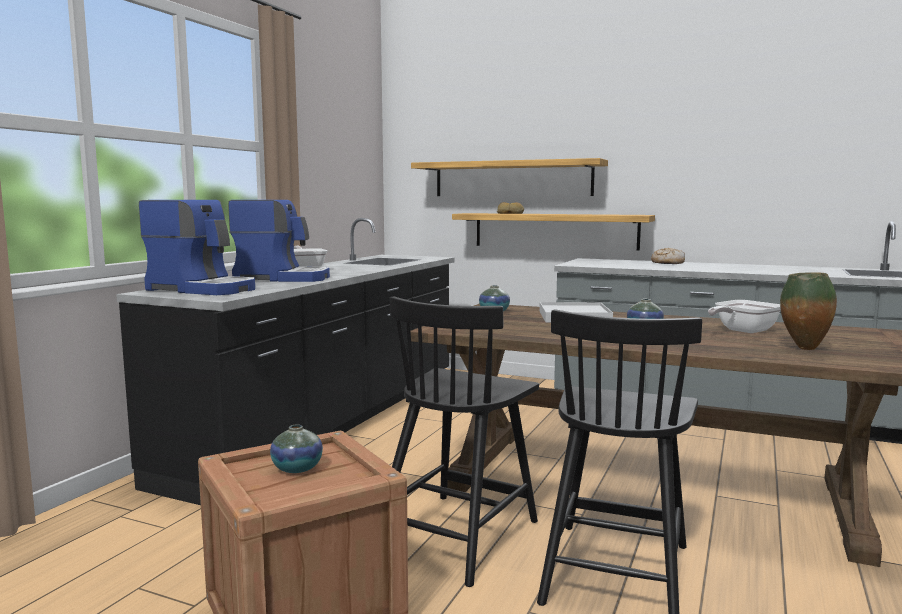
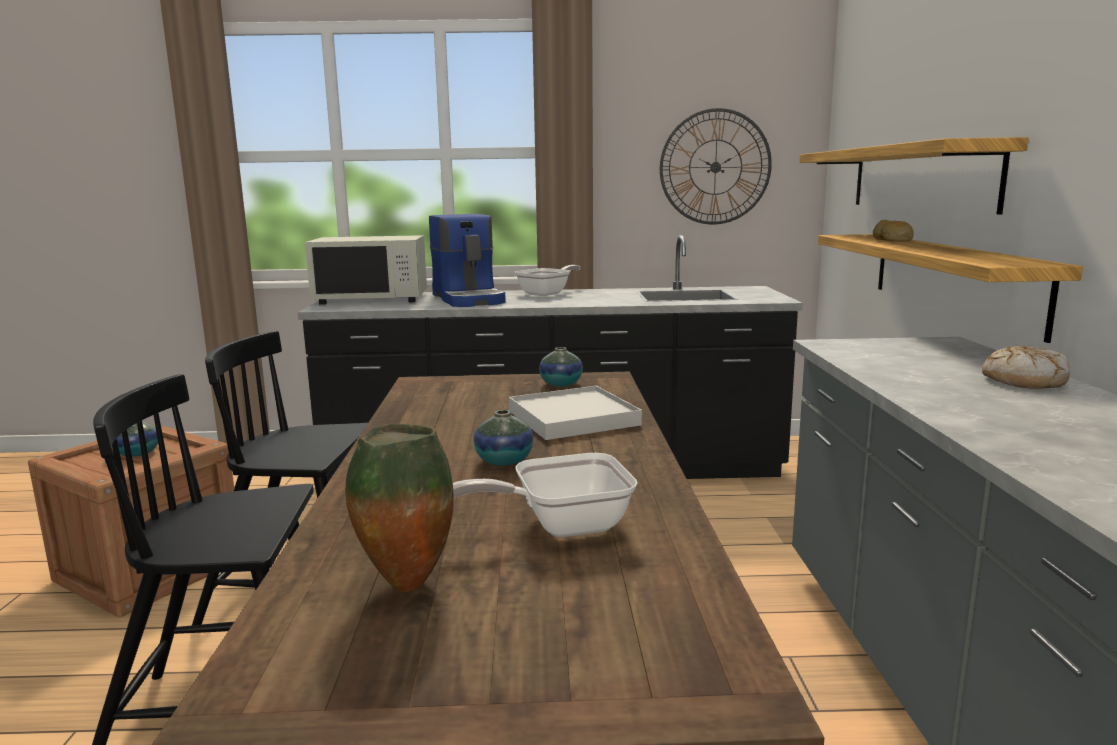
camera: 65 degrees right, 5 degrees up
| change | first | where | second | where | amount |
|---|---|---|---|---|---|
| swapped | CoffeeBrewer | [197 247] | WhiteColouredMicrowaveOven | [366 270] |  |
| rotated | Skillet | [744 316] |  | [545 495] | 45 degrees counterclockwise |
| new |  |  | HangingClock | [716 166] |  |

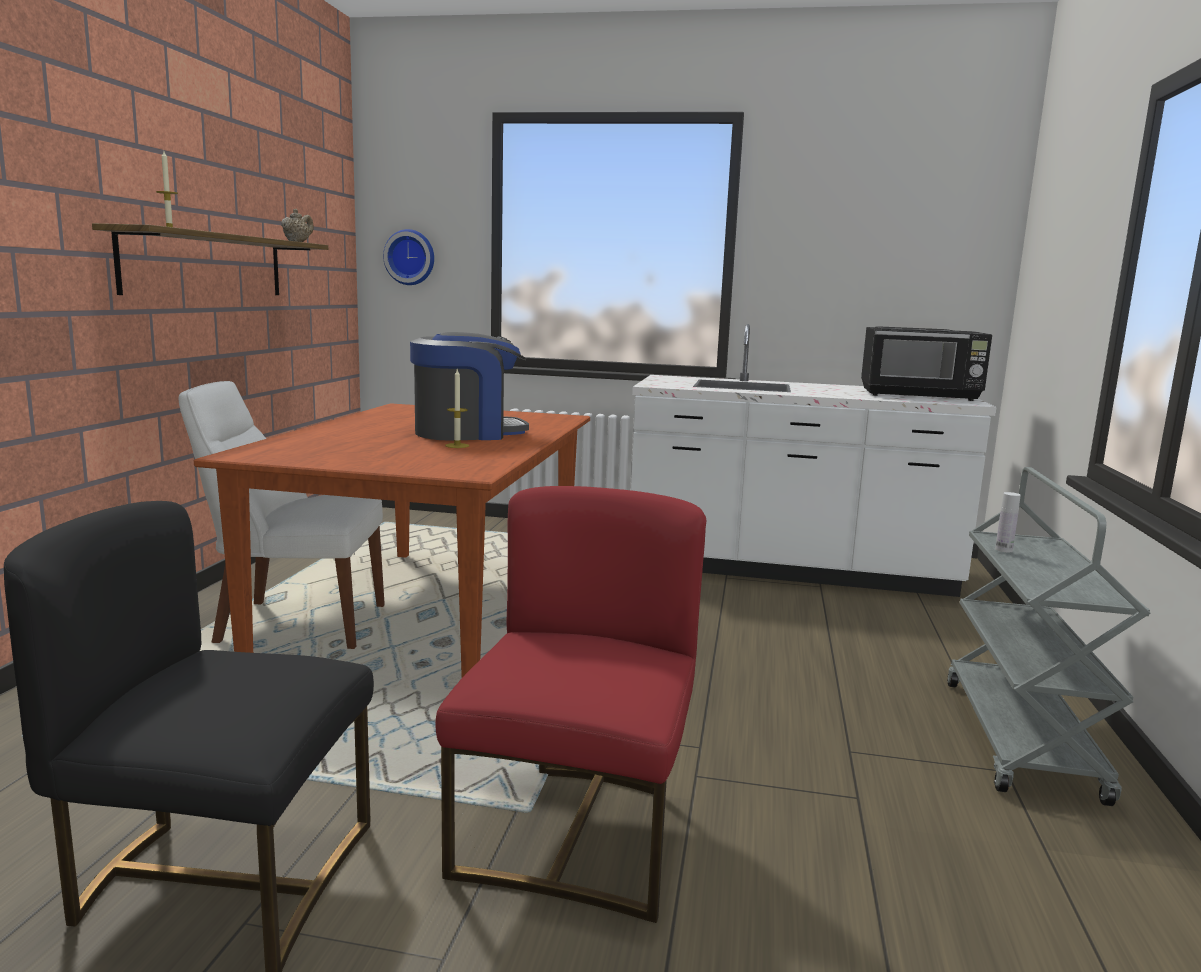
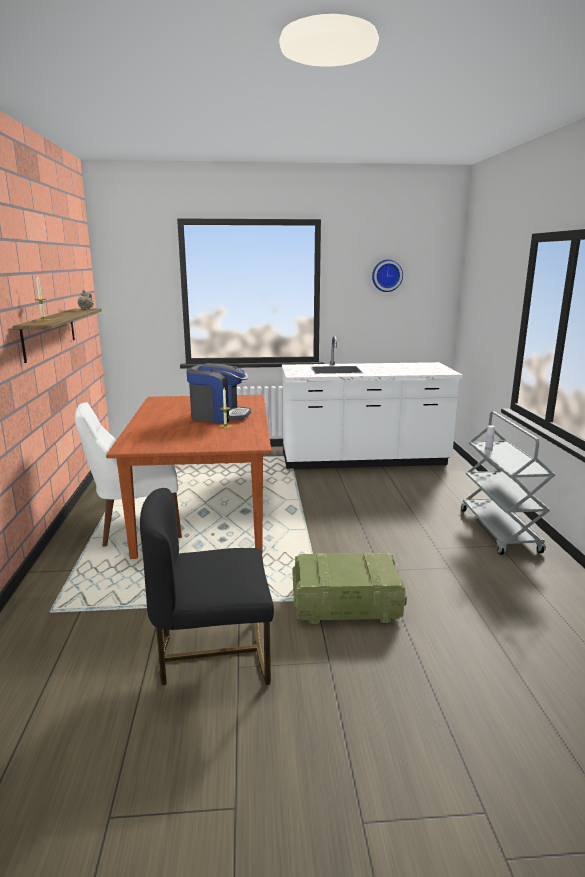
camera: 15 degrees left, 5 degrees up
| change | first | where | second | where | amount |
|---|---|---|---|---|---|
| rotated | CoffeeBrewer | [469 386] |  | [218 393] | 45 degrees clockwise |
| swapped | RedColouredPlainChair | [571 704] | ShippingCrate | [350 588] |  |
| shifted | HangingClock | [408 257] |  | [387 275] |  |
| gone | BlackMicrowaveOven | [926 363] |  |  |  |

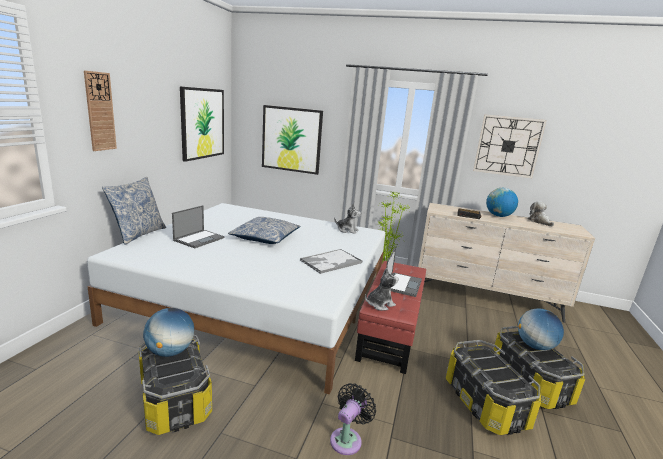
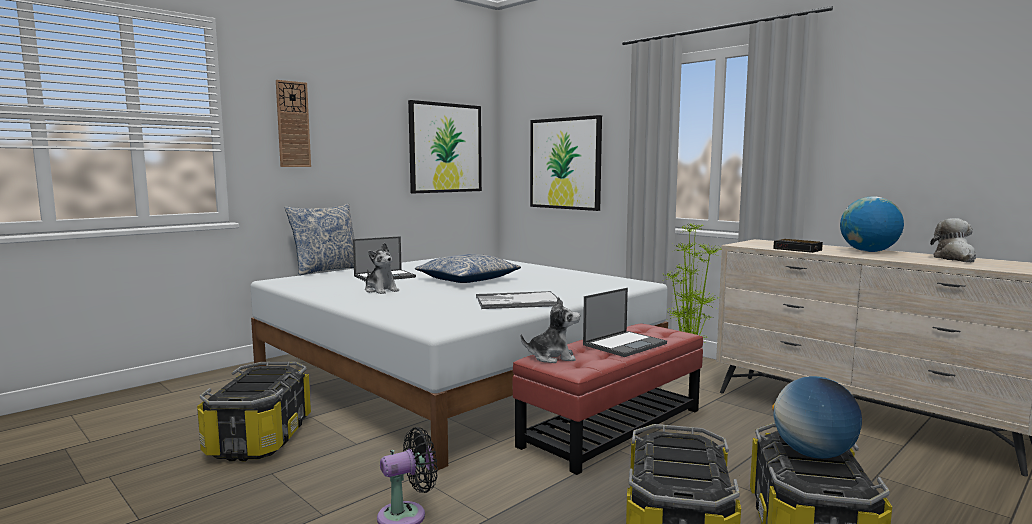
camera: 30 degrees right, 10 degrees down
| change | first | where | second | where | amount |
|---|---|---|---|---|---|
| shifted | PlushToy | [347 219] |  | [382 268] |  |
| gone | DeskGlobe | [168 332] |  |  |  |
| gone | HangingClock | [510 146] |  |  |  |

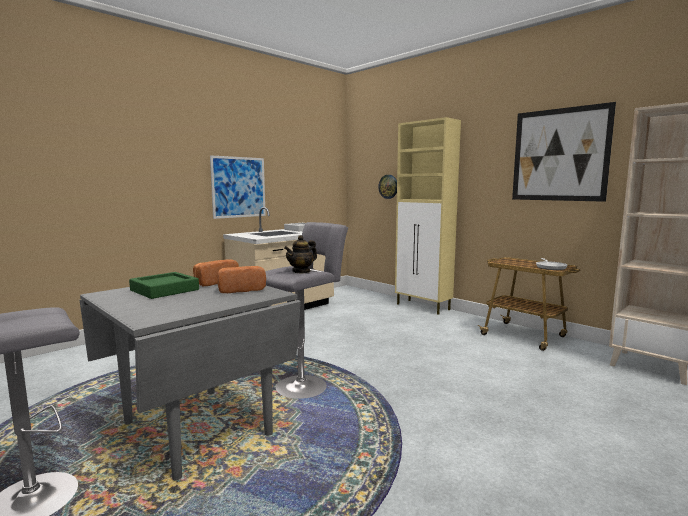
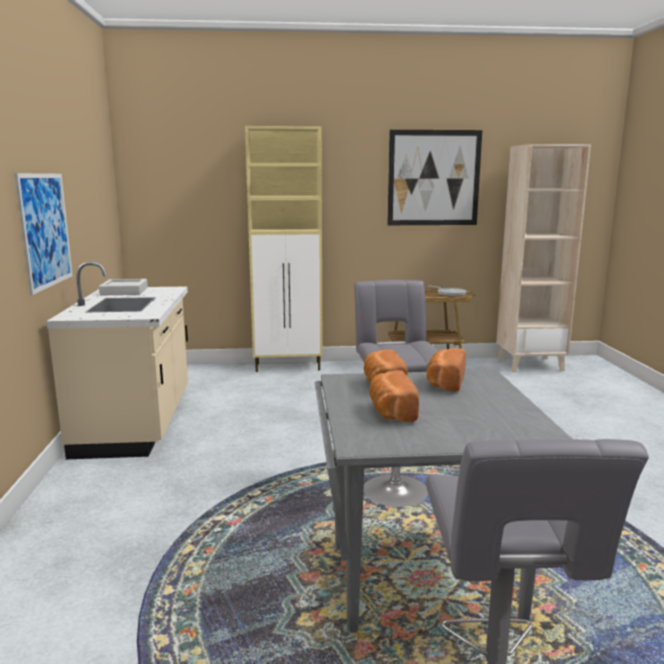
camera: 50 degrees left, 5 degrees up
| change | first | where | second | where | amount |
|---|---|---|---|---|---|
| swapped | GreenColouredCarryingTray | [164 285] | BakeryBread | [394 396] |  |
| gone | Teapot | [300 254] |  |  |  |
| gone | HangingClock | [387 187] |  |  |  |

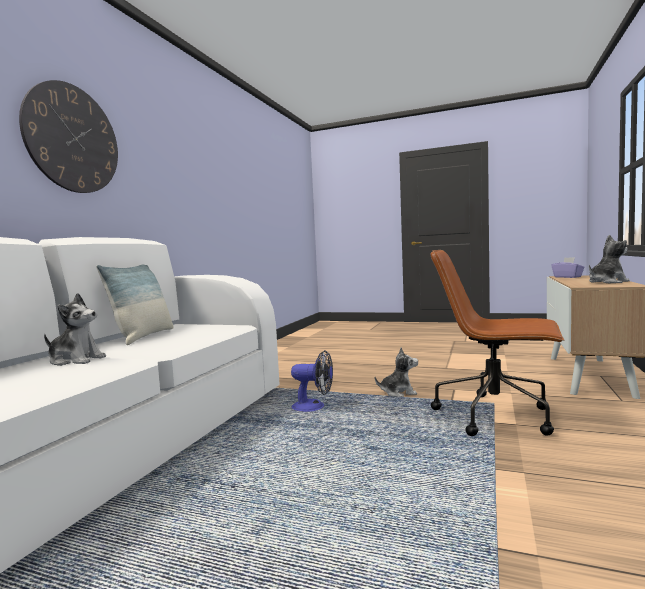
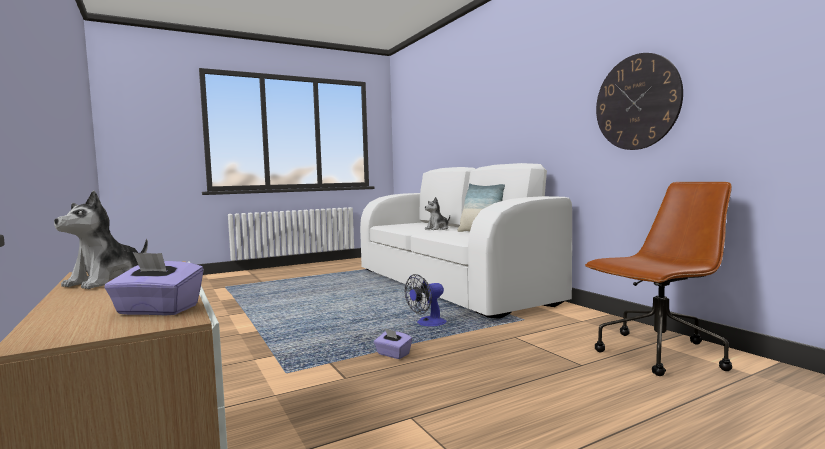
camera: 130 degrees right, 0 degrees up
| change | first | where | second | where | amount |
|---|---|---|---|---|---|
| swapped | PlushToy | [396 372] | PurplishBoxOfTissues | [393 344] |  |
| shifted | BrownDeskChair | [497 343] |  | [658 279] |  |
| shifted | HangingClock | [68 136] |  | [639 101] |  |

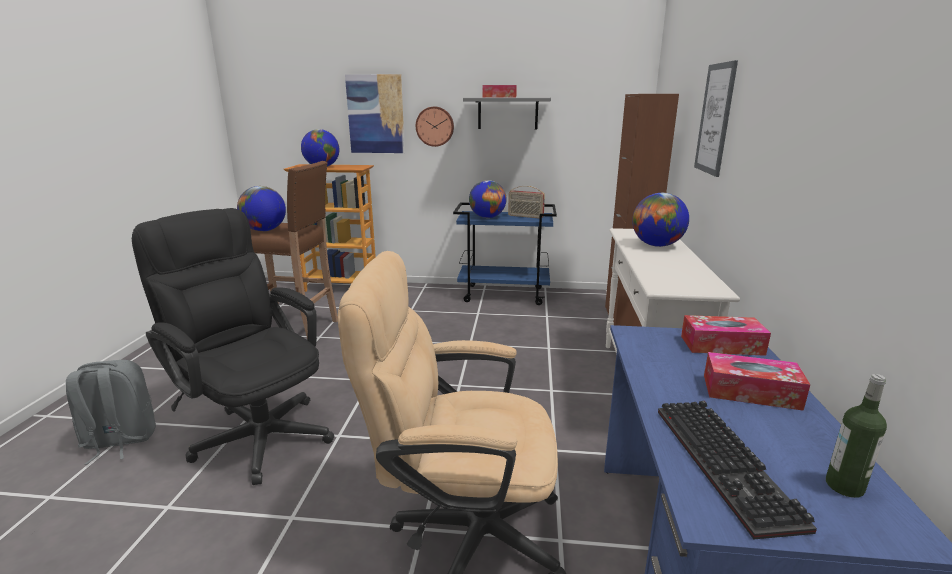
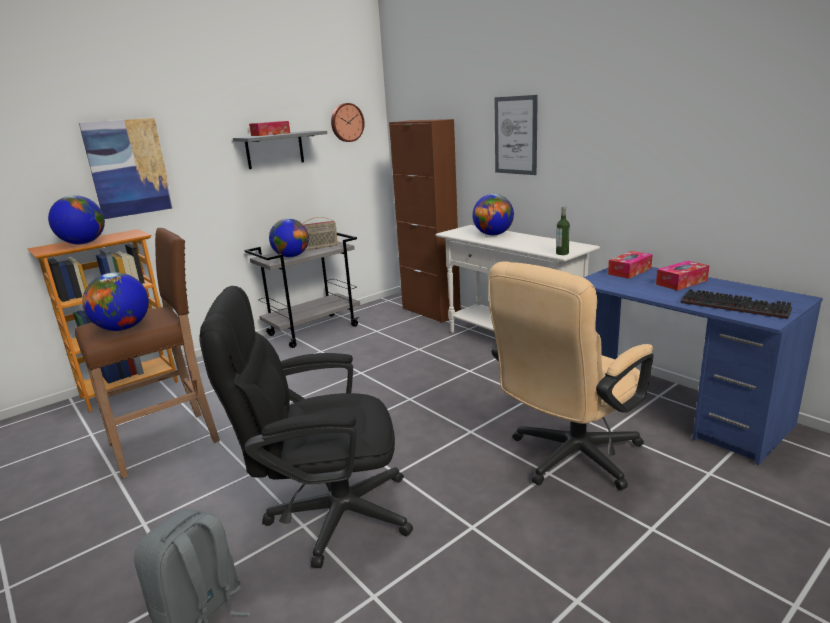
camera: 45 degrees left, 0 degrees up
| change | first | where | second | where | amount |
|---|---|---|---|---|---|
| repainted | BluishWheeledCart | [505 253] | GreyWheeledCart | [302 290] |  |
| shifted | HangingClock | [435 127] |  | [348 122] |  |
| shifted | BeverageBottle | [856 436] |  | [563 230] |  |

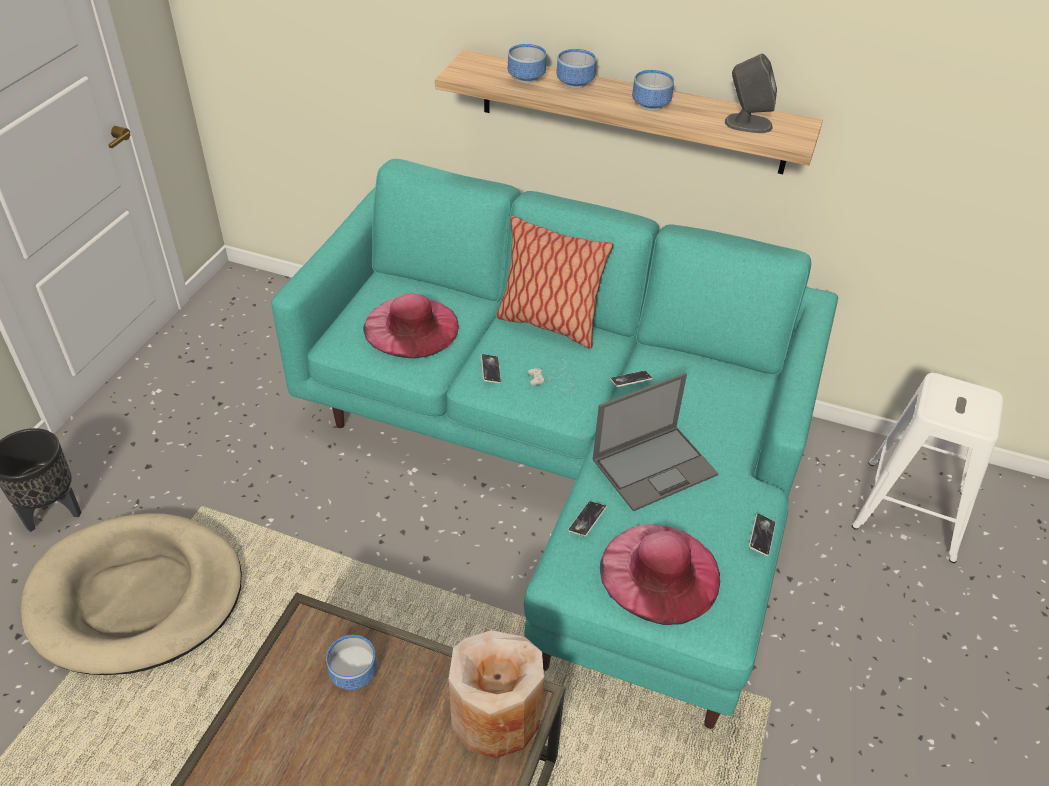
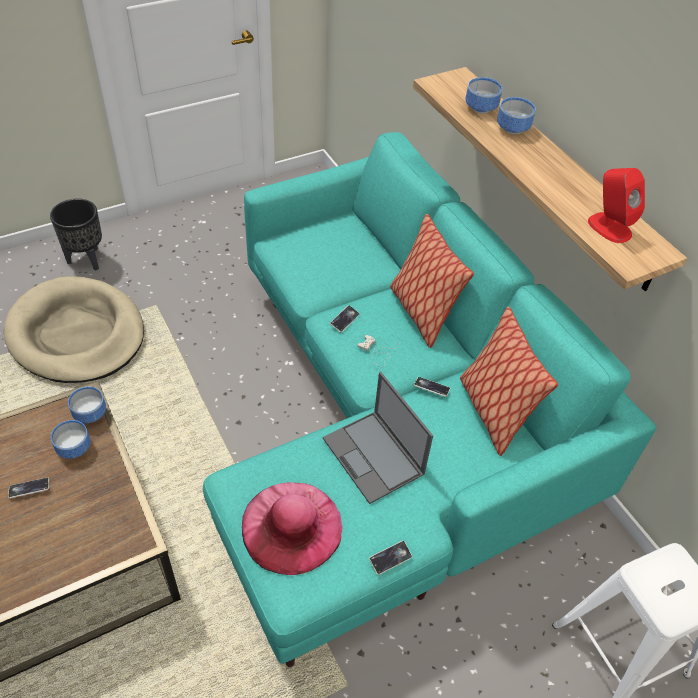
camera: 40 degrees right, 5 degrees up
| change | first | where | second | where | amount |
|---|---|---|---|---|---|
| shifted | Handset | [587 519] |  | [28 487] |  |
| shifted | Bowl | [653 90] |  | [87 405] |  |
| rotated | NotebookComputer | [655 442] |  | [378 438] | 45 degrees clockwise |
| new |  |  | Cushion | [509 381] |  |
| repainted | GreyAudioSpeaker | [751 93] | RedColouredAudioSpeaker | [616 205] |  |
| gone | PinkHat | [411 325] |  |  |  |
| gone | BeigeFlowerVase | [496 694] |  |  |  |

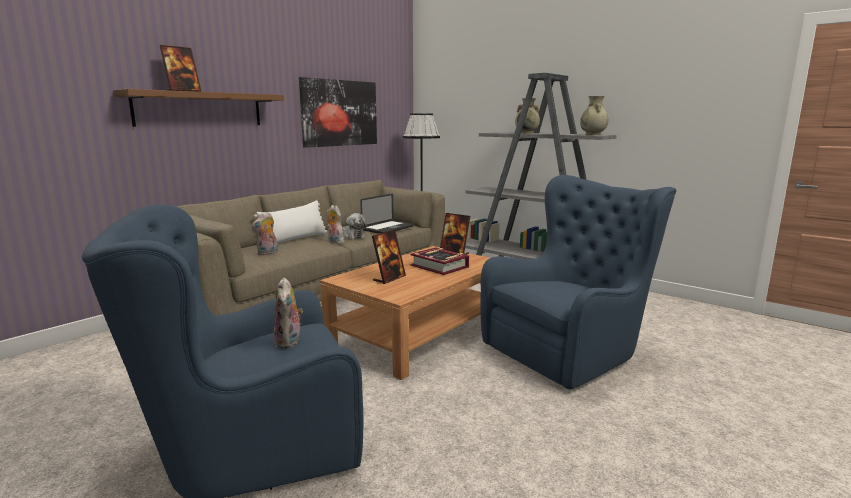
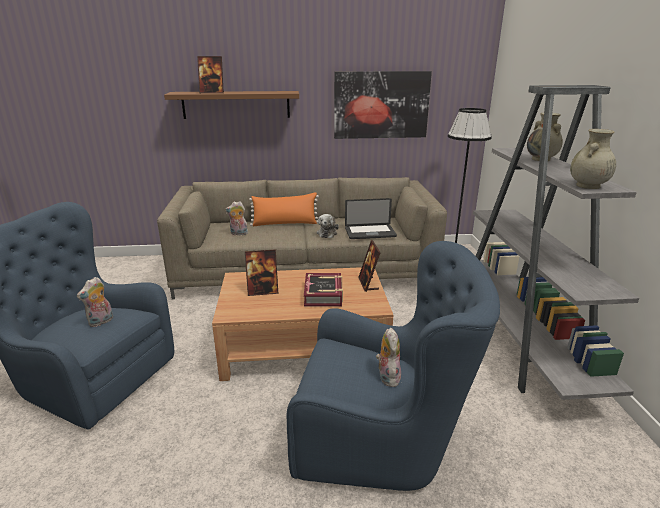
camera: 45 degrees right, 10 degrees up
| change | first | where | second | where | amount |
|---|---|---|---|---|---|
| repainted | WhiteColouredCushion | [290 221] | OrangeColouredCushion | [284 209] |  |
| shifted | PlushToy | [335 224] |  | [388 357] |  |

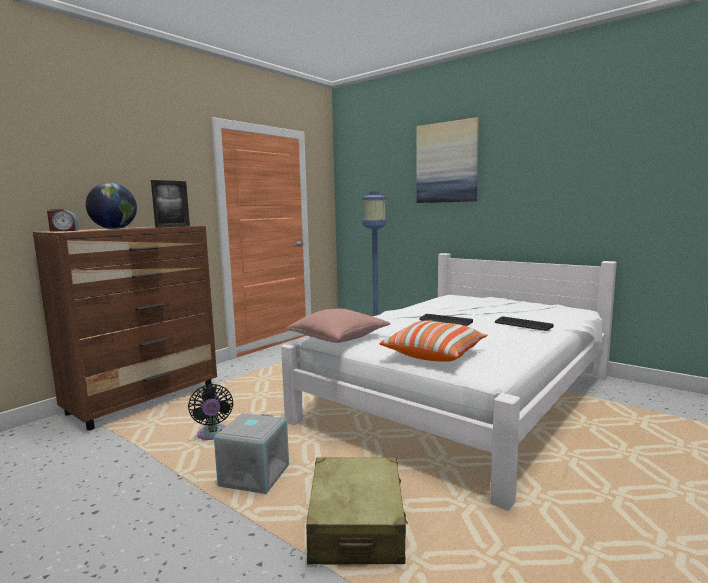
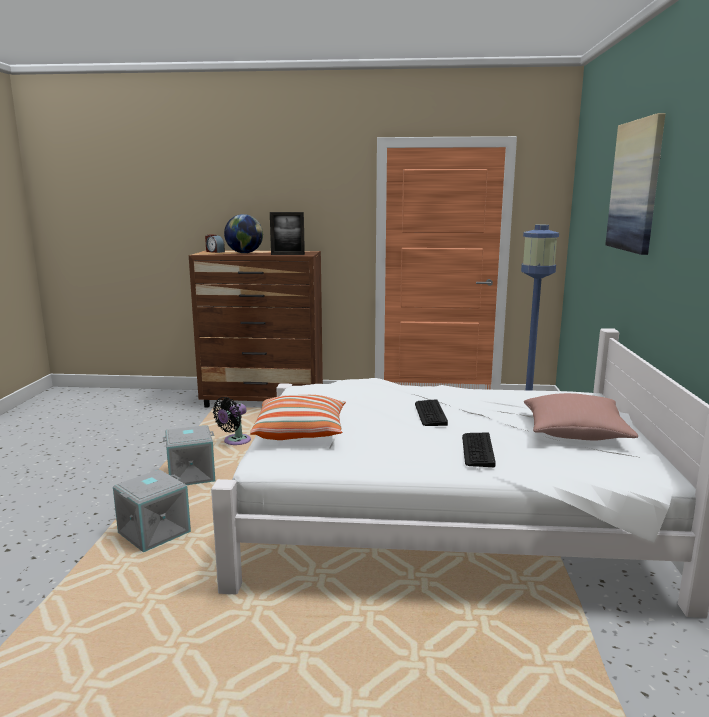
camera: 55 degrees right, 5 degrees up
| change | first | where | second | where | amount |
|---|---|---|---|---|---|
| swapped | BeigePieceOfLuggage | [357 511] | GreyStorageBox | [152 511] |  |
| shifted | PinkCushion | [338 326] |  | [581 416] |  |

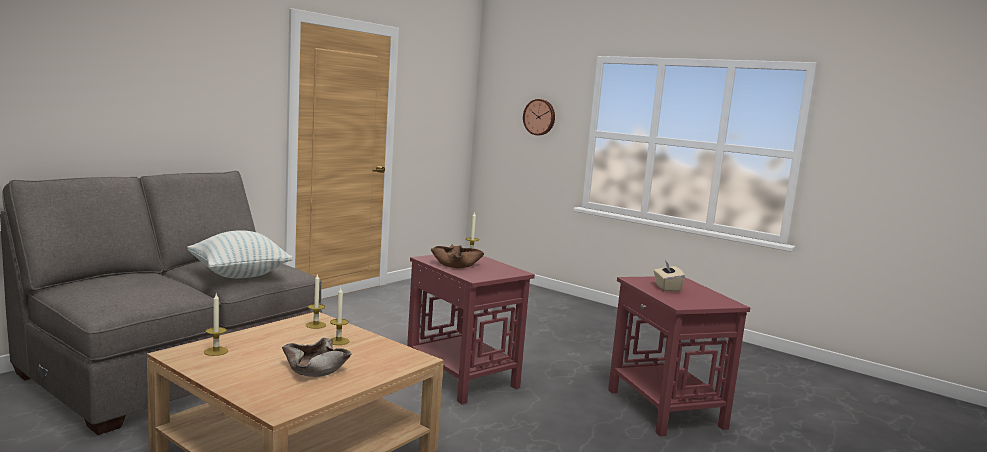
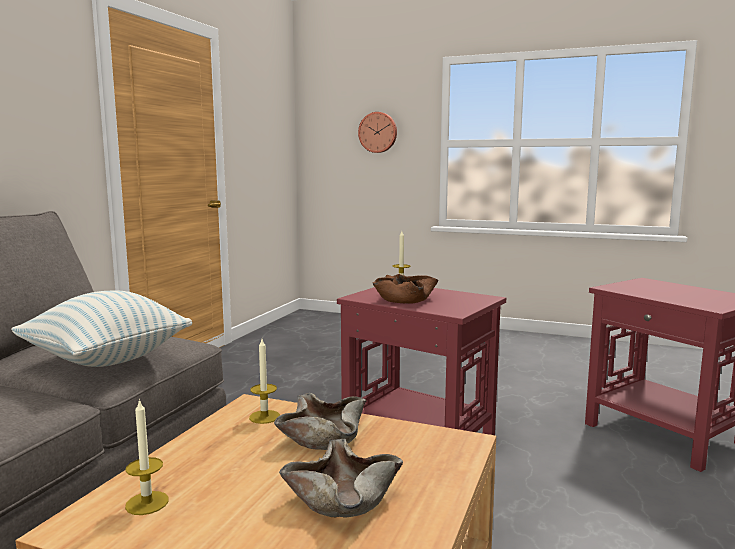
camera: 15 degrees left, 0 degrees up
| change | first | where | second | where | amount |
|---|---|---|---|---|---|
| swapped | Candle | [340 316] | BeigeBowl | [320 421] |  |
| gone | BeigeBoxOfTissues | [669 276] |  |  |  |

